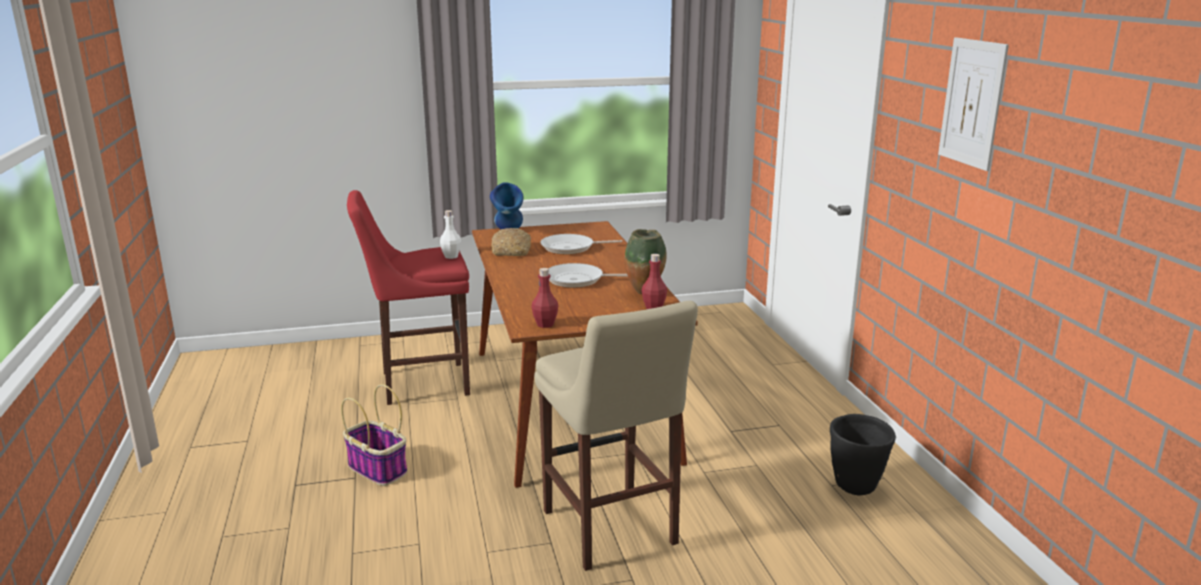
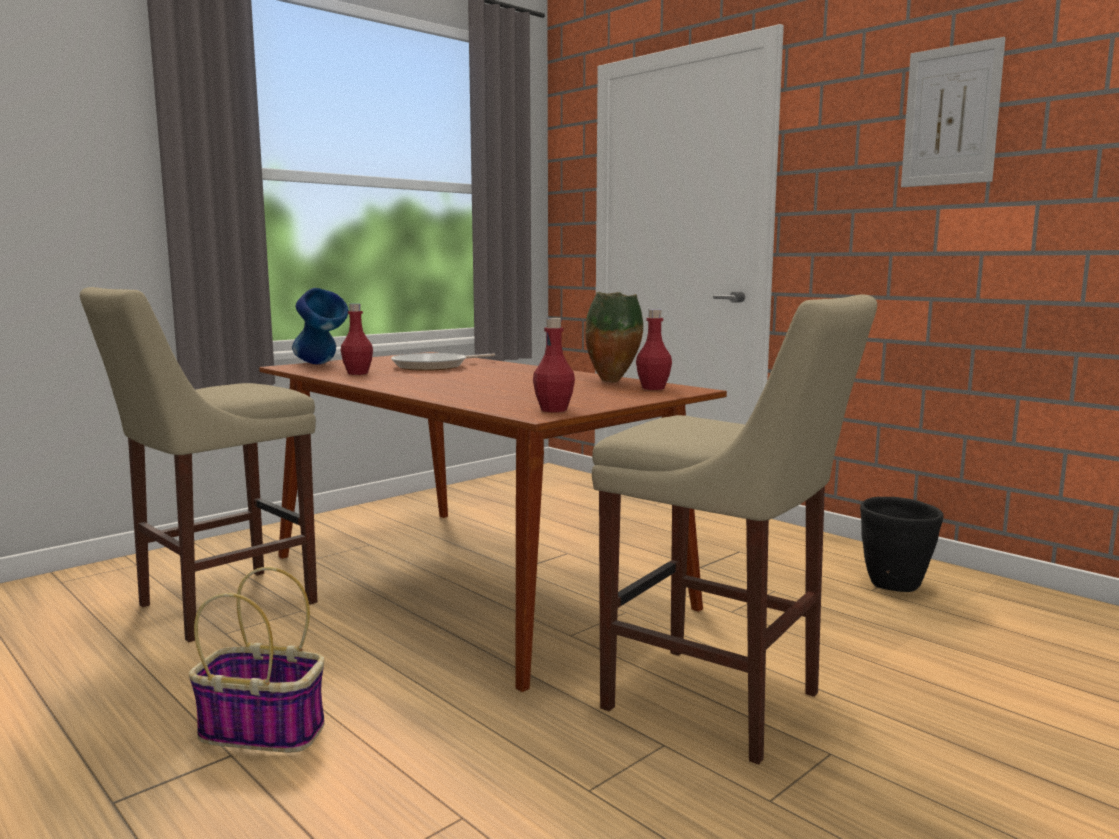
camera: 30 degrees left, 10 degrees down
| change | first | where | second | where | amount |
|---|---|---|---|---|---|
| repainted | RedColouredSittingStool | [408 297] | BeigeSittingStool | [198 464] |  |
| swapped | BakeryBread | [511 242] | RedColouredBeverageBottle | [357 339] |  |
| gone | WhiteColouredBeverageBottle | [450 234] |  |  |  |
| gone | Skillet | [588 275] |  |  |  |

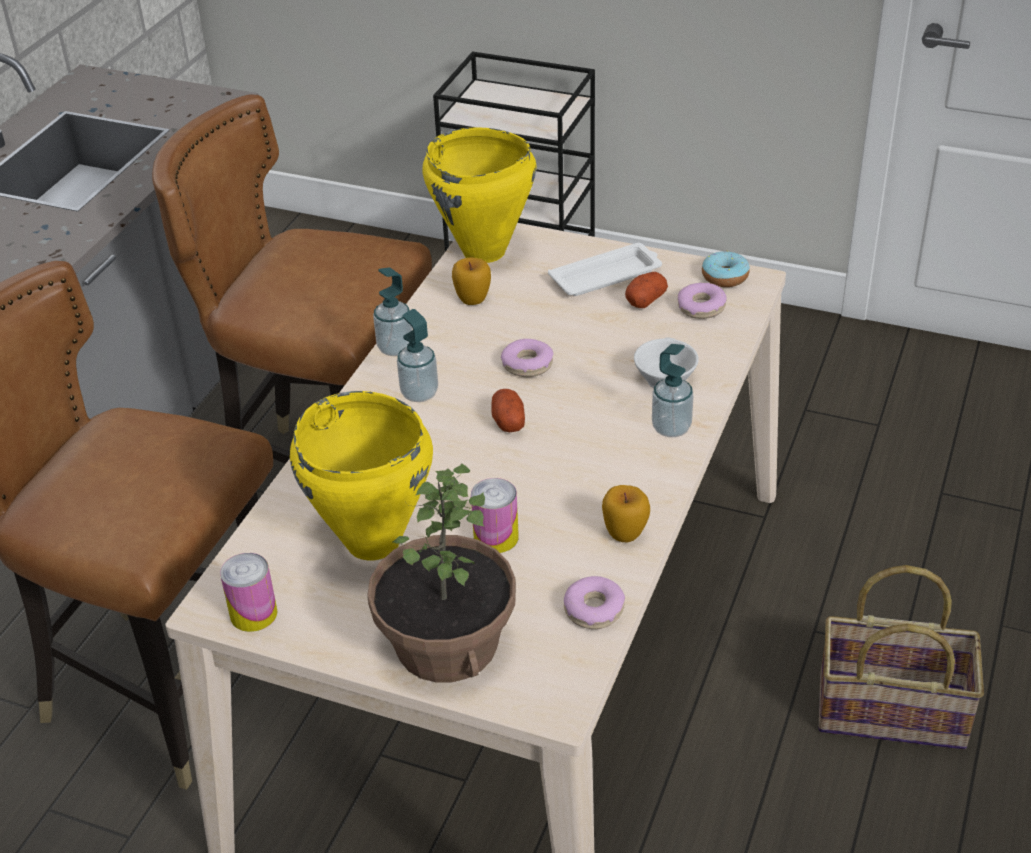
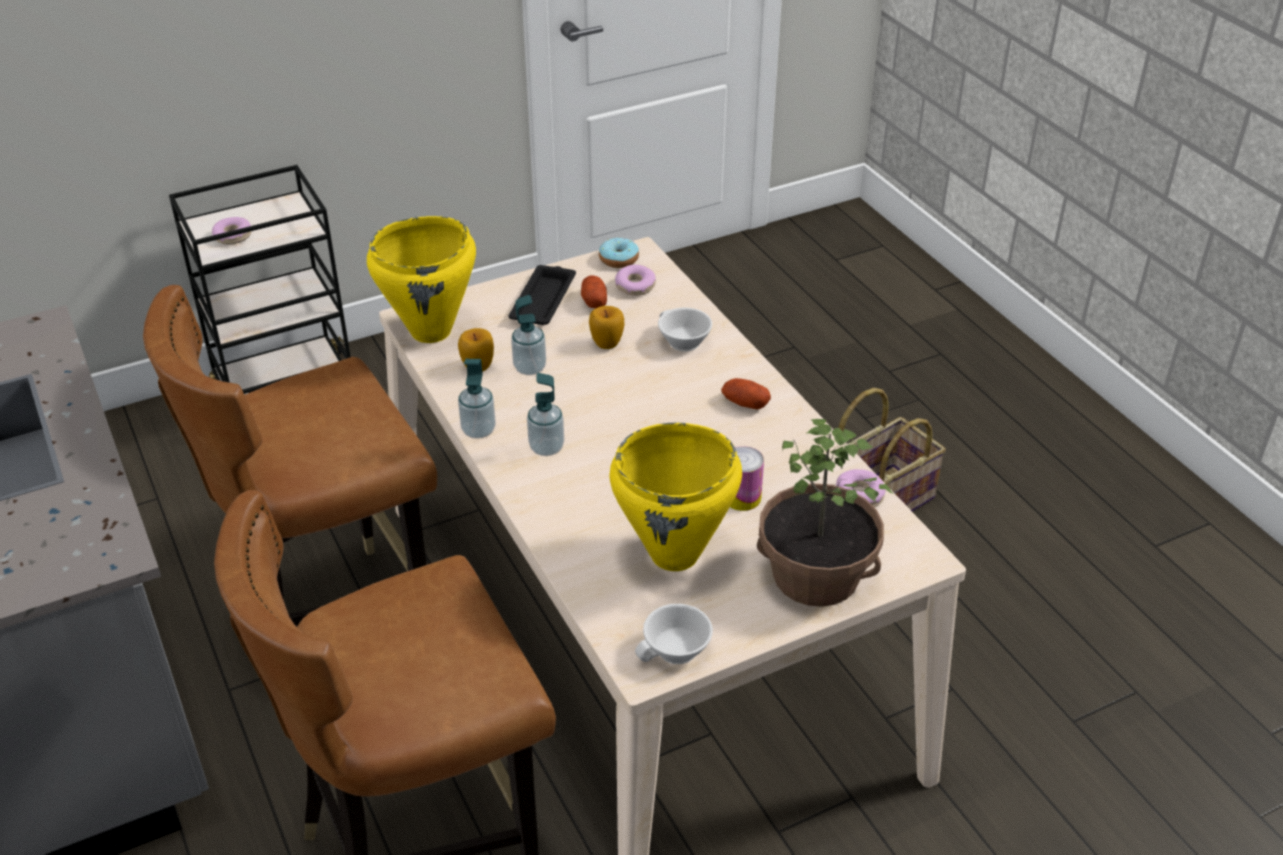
camera: 50 degrees left, 0 degrees up
| change | first | where | second | where | amount |
|---|---|---|---|---|---|
| shifted | RingDoughnut | [527 358] |  | [232 230] |  |
| repainted | WhiteColouredCarryingTray | [605 269] | BlackCarryingTray | [542 295] |  |
| shifted | SoapDispenser | [672 390] |  | [528 335] |  |
| shifted | Apple | [626 514] |  | [606 327] |  |
| swapped | Can | [249 592] | WhiteColouredCup | [674 634] |  |
| shifted | WholePotato | [508 410] |  | [746 393] |  |

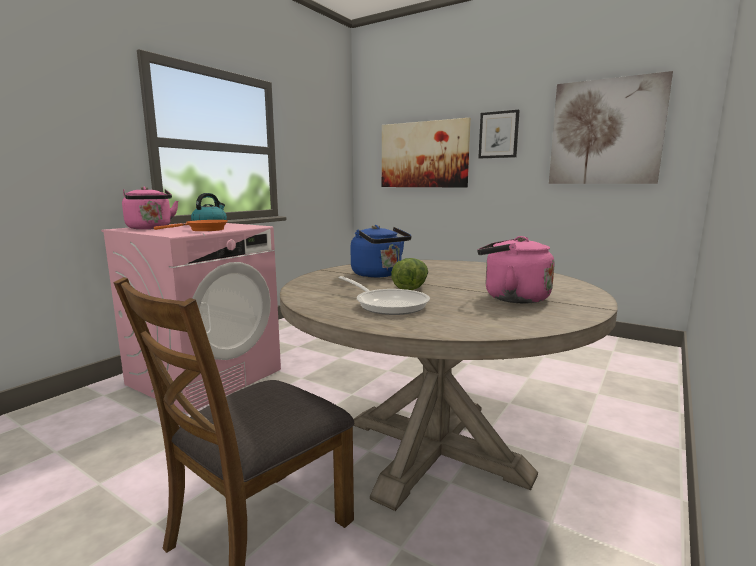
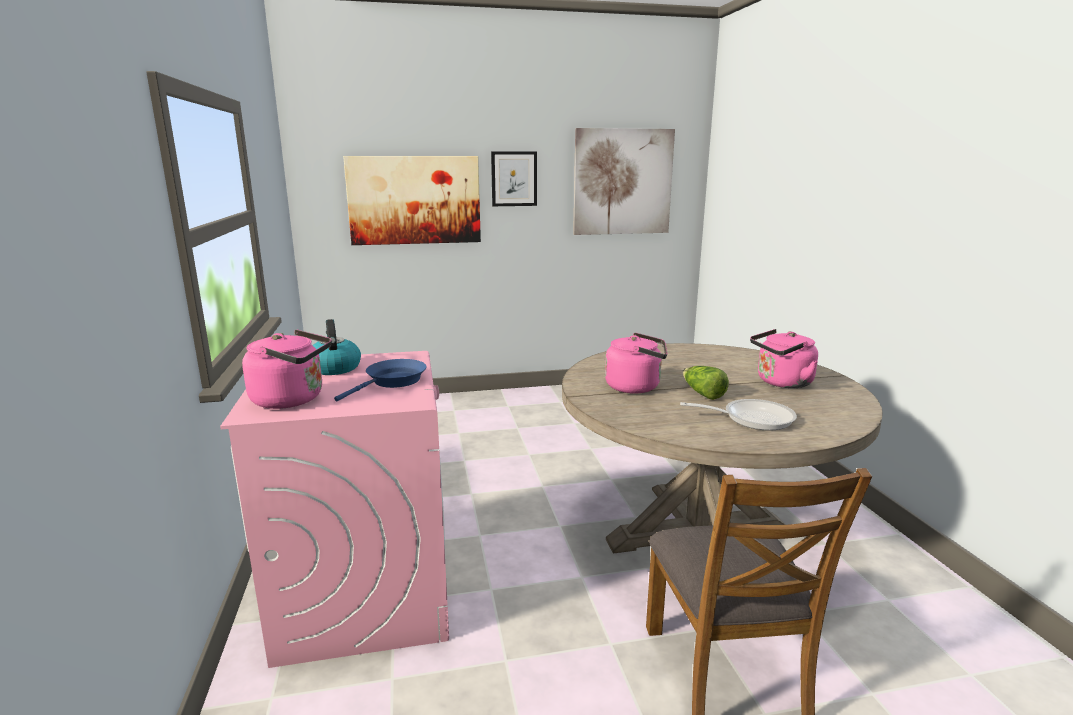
camera: 45 degrees left, 5 degrees up
| change | first | where | second | where | amount |
|---|---|---|---|---|---|
| repainted | OrangeColouredSkillet | [191 225] | BluishSkillet | [380 380] |  |
| repainted | BluishTeaKettle | [381 251] | PinkTeaKettle | [636 363] |  |

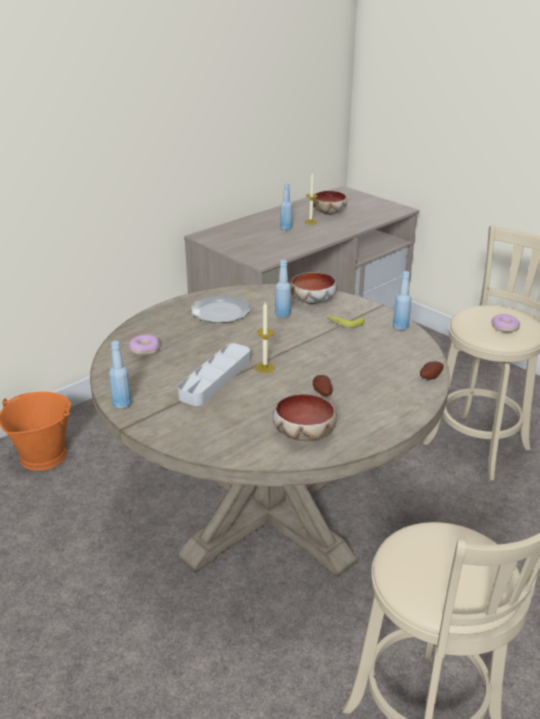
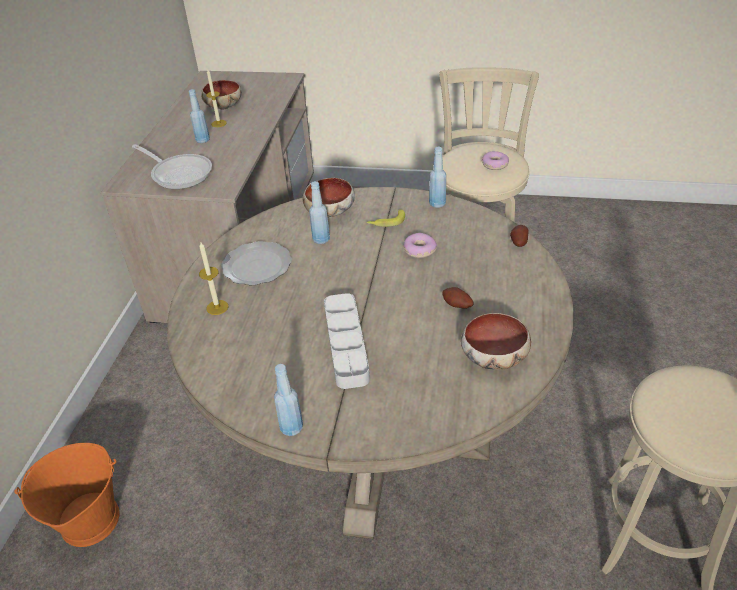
camera: 35 degrees left, 10 degrees up
| change | first | where | second | where | amount |
|---|---|---|---|---|---|
| new |  |  | Skillet | [172 166] |  |
| shifted | Candle | [265 337] |  | [213 278] |  |
| shifted | RingDoughnut | [144 344] |  | [420 245] |  |

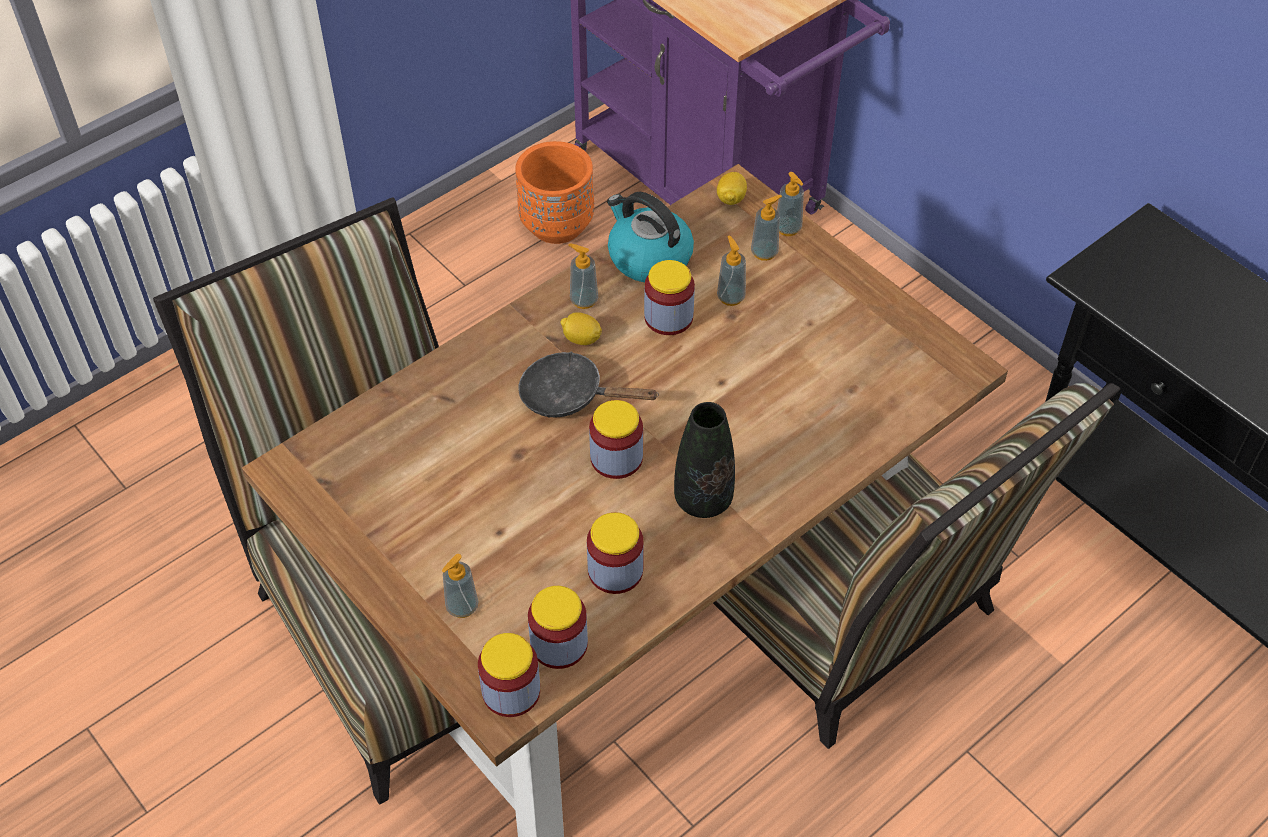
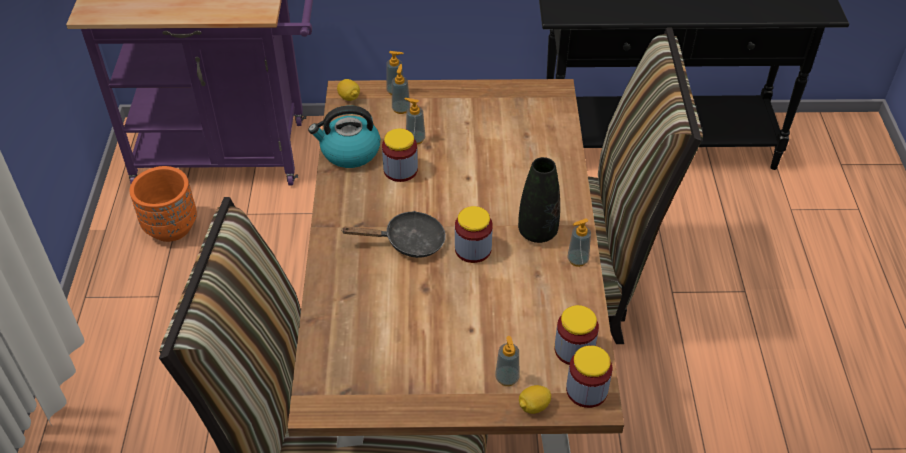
camera: 50 degrees left, 5 degrees down
| change | first | where | second | where | amount |
|---|---|---|---|---|---|
| rotated | BlackSkillet | [588 384] |  | [393 234] | 150 degrees counterclockwise |
| shifted | WholeLemon | [581 328] |  | [535 399] |  |
| shifted | SoapDispenser | [583 276] |  | [579 242] |  |
| gone | Jar | [615 553] |  |  |  |

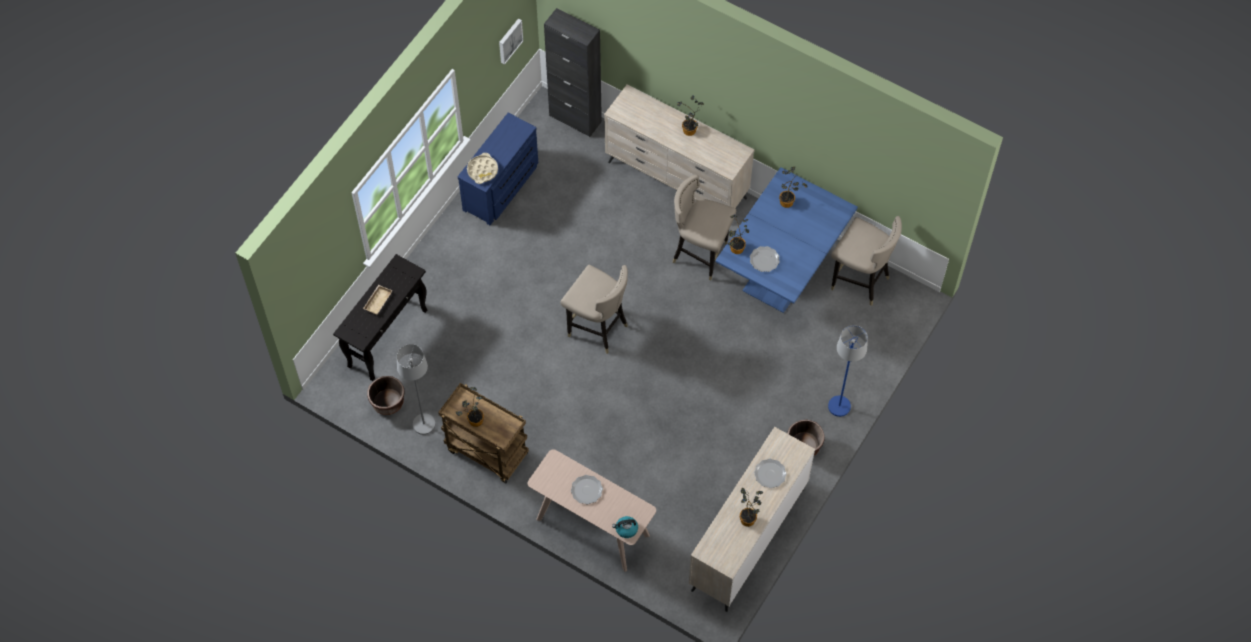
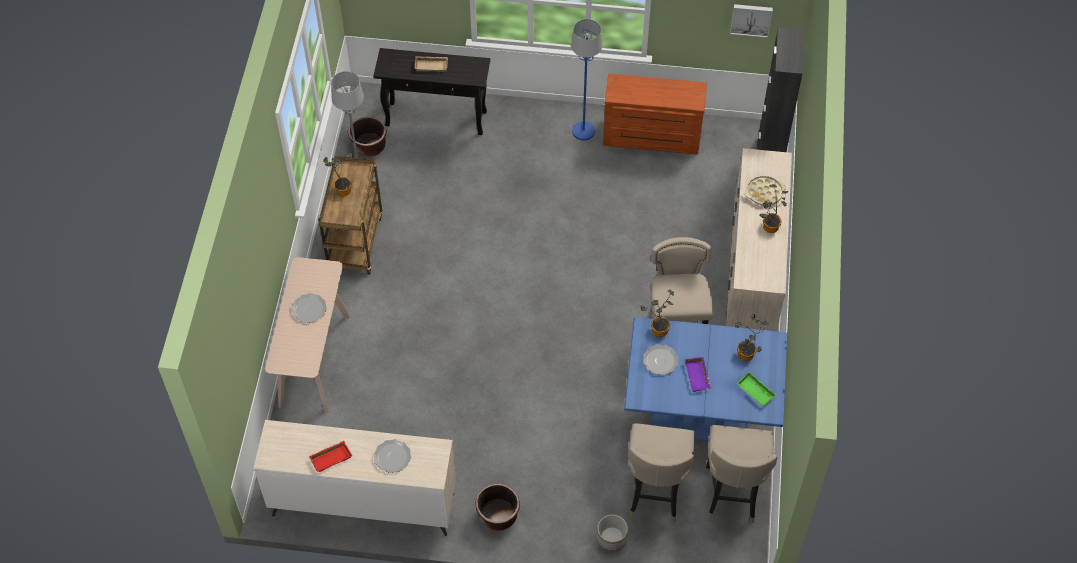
camera: 65 degrees right, 5 degrees down
| change | first | where | second | where | amount |
|---|---|---|---|---|---|
| swapped | Houseplant | [751 507] | RedColouredCarryingTray | [330 456] |  |
| shifted | BluishFloorLamp | [848 371] |  | [586 79] |  |
| new |  |  | Planter | [612 533] |  |
| repainted | BluishDrawerChest | [498 169] | BrownDrawerChest | [655 114] |  |
| shifted | BeigeSittingStool | [594 309] |  | [661 472] |  |
| new |  |  | PurplishCarryingTray | [698 374] |  |
| new |  |  | GreenColouredCarryingTray | [756 389] |  |
| shifted | BeigeCarryingTray | [482 168] |  | [765 190] |  |
| gone | TeaKettle | [625 527] |  |  |  |

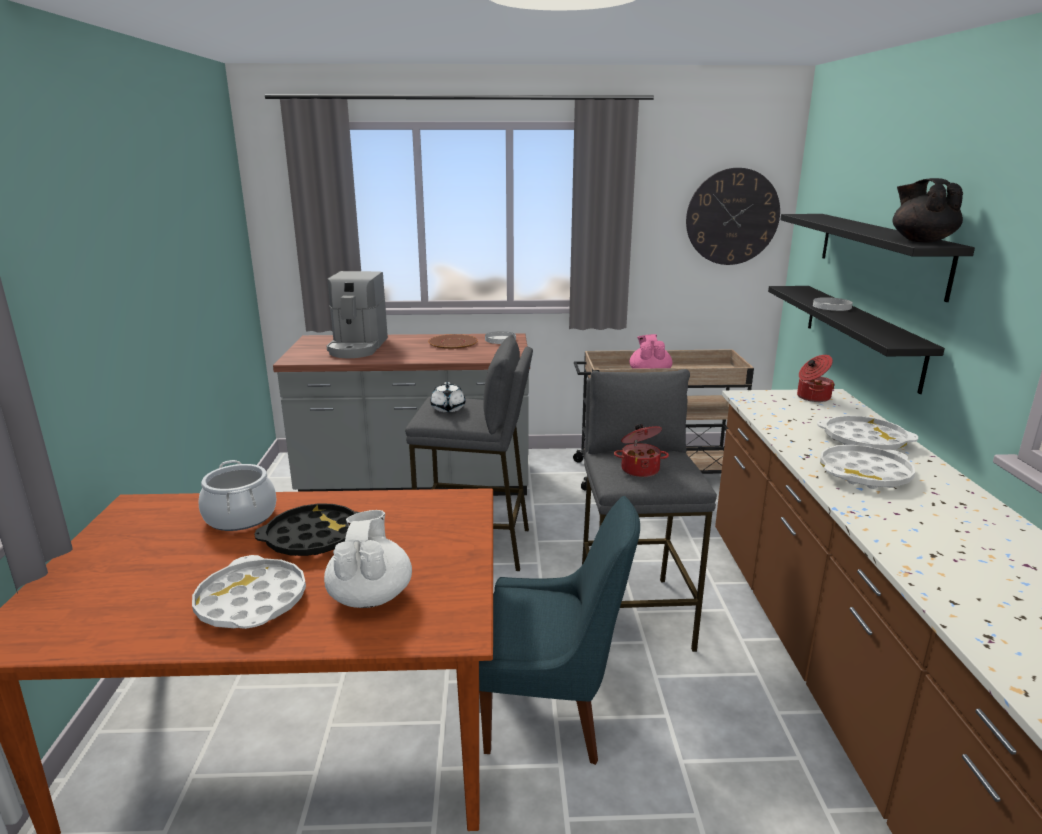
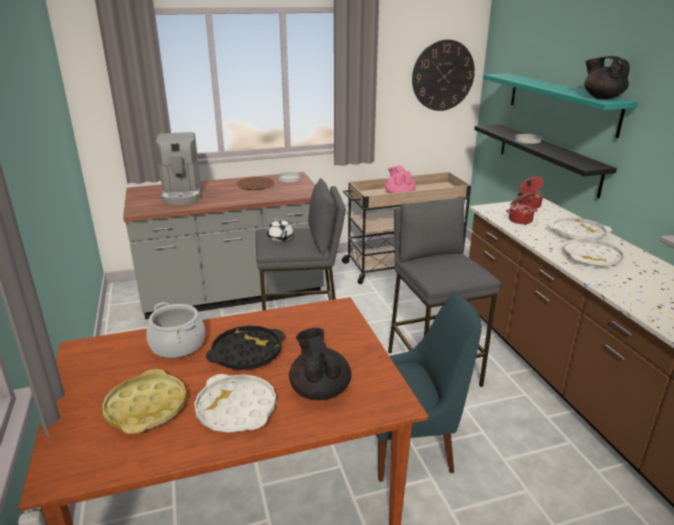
camera: 15 degrees left, 5 degrees up
| change | first | where | second | where | amount |
|---|---|---|---|---|---|
| new |  |  | YellowColouredCarryingTray | [144 401] |  |
| repainted | WhiteColouredTeapot | [368 559] | BlackTeapot | [320 364] |  |
| repainted | BlackBracketShelf | [877 258] | BlueGreenBracketShelf | [560 105] |  |
| shifted | Stockpot | [641 450] |  | [522 208] |  |

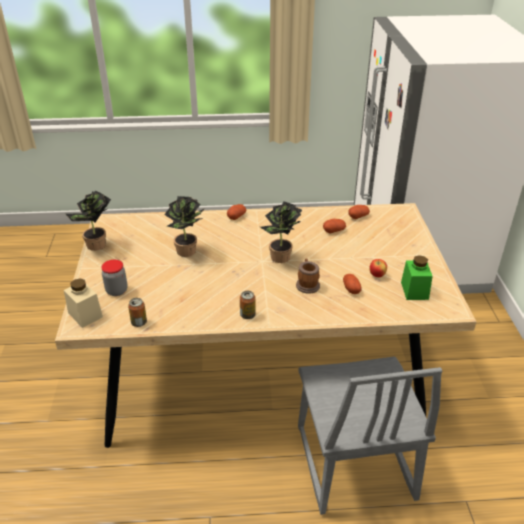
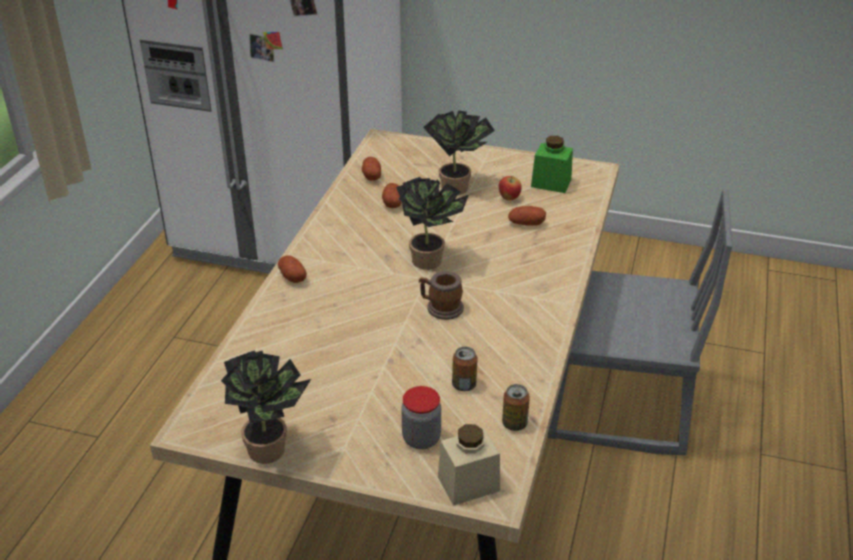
camera: 70 degrees left, 0 degrees up
| change | first | where | second | where | amount |
|---|---|---|---|---|---|
| shifted | CoffeeMug | [308 276] |  | [441 295] |  |
| shifted | Houseplant | [185 226] |  | [459 153] |  |
| shifted | Can | [248 305] |  | [465 369] |  |

